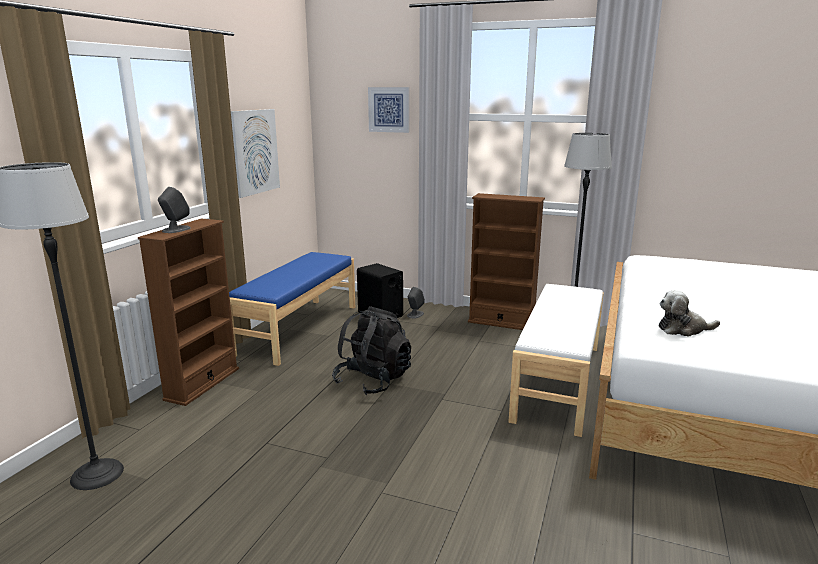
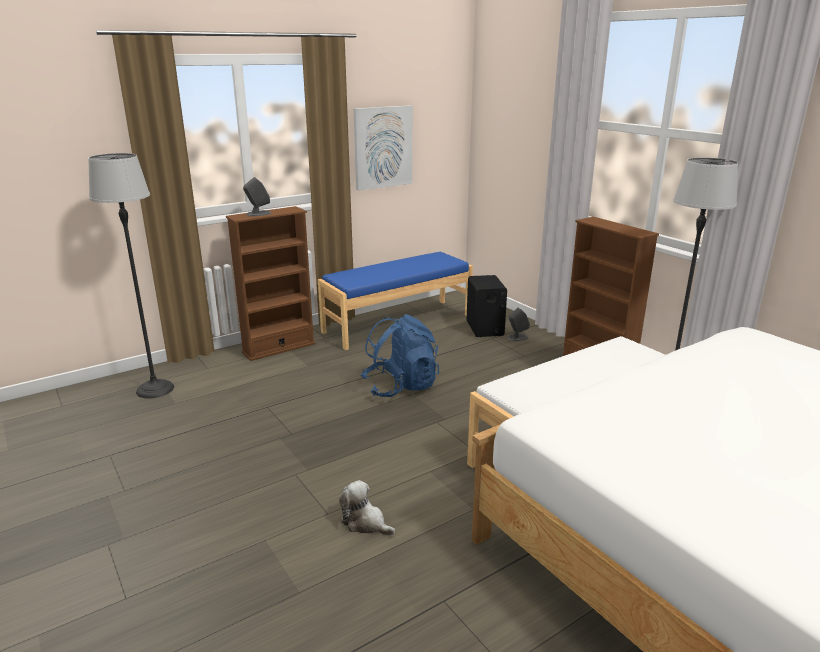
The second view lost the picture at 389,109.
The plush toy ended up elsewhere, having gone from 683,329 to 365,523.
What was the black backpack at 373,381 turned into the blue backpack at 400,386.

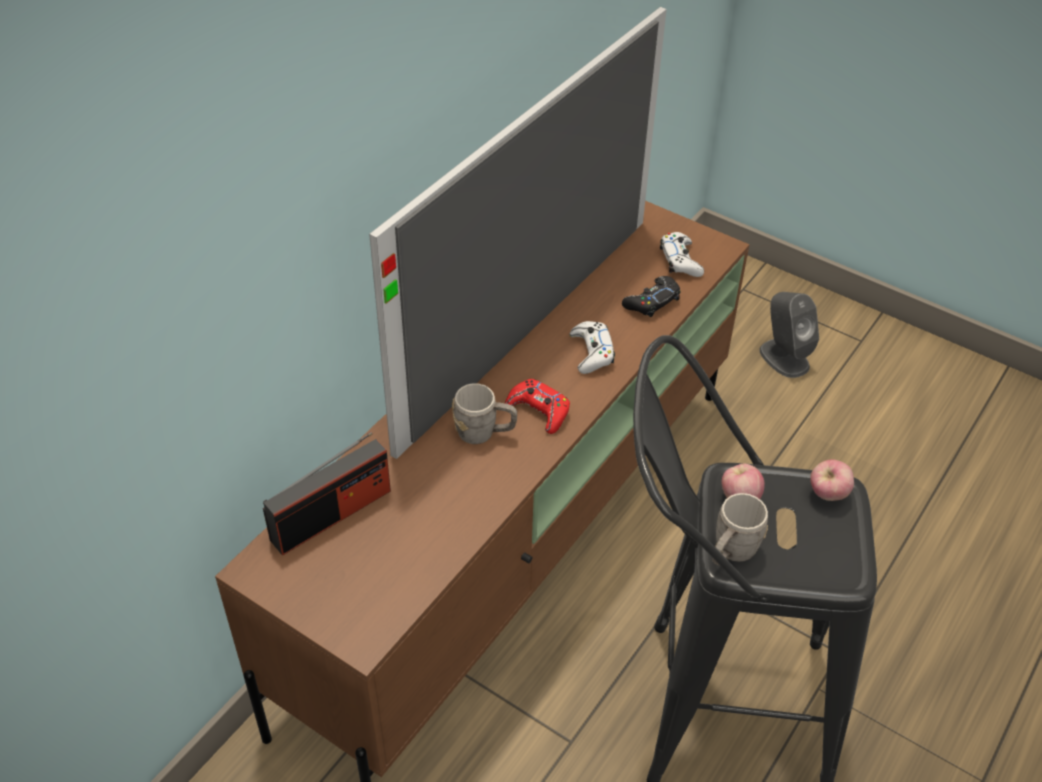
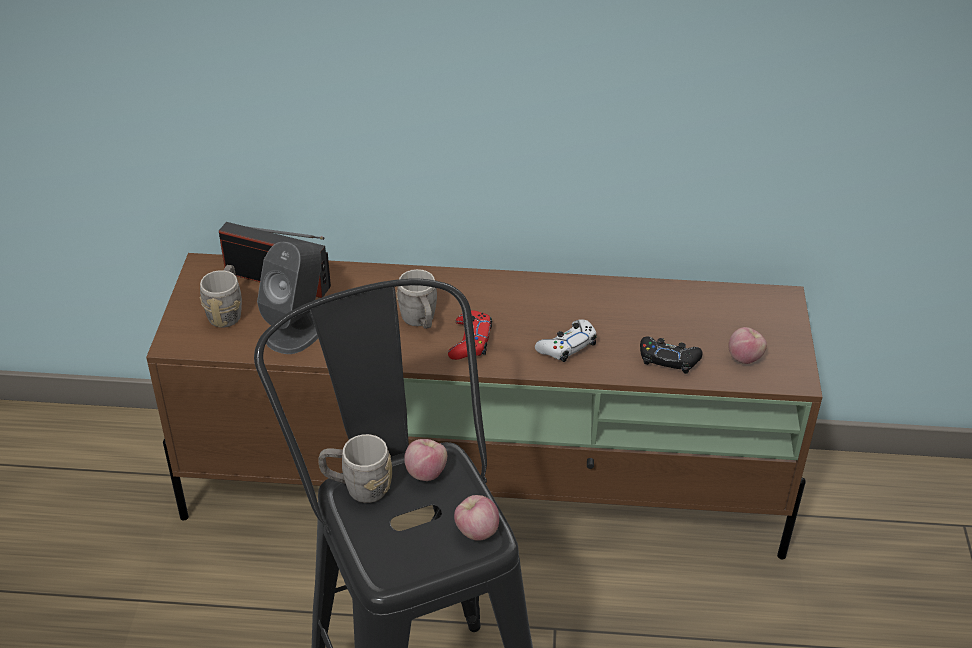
The second view lost the television at 530,328.
The second view gained the grey mug at 227,311.
The grey speaker ended up elsewhere, having gone from 783,357 to 298,329.
Where the white game controller stood at 680,261, the apple came to stand at 744,358.

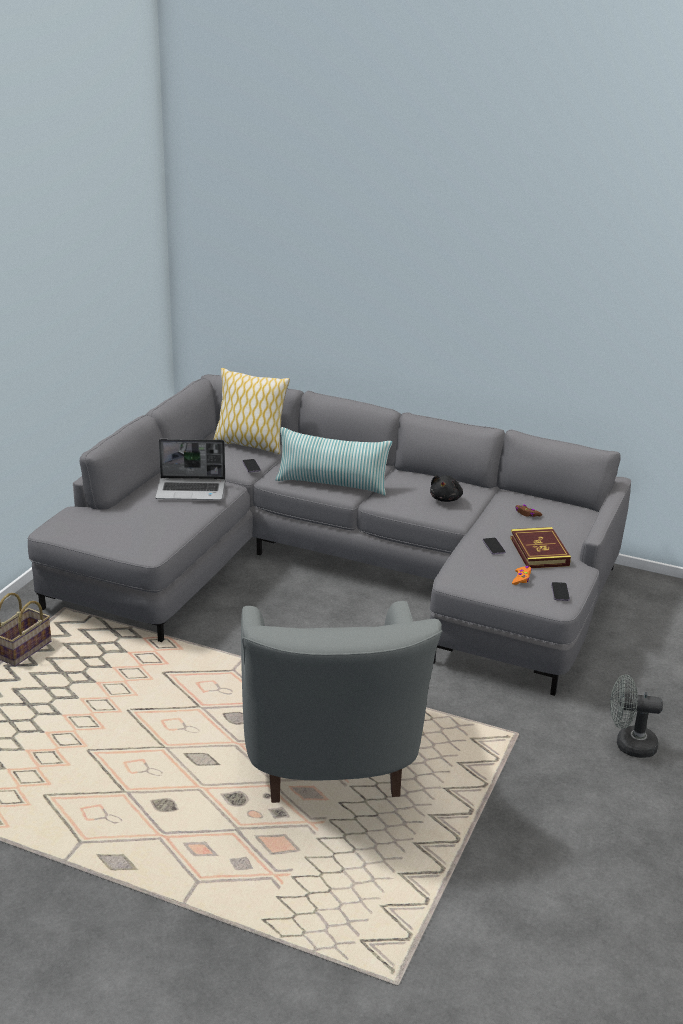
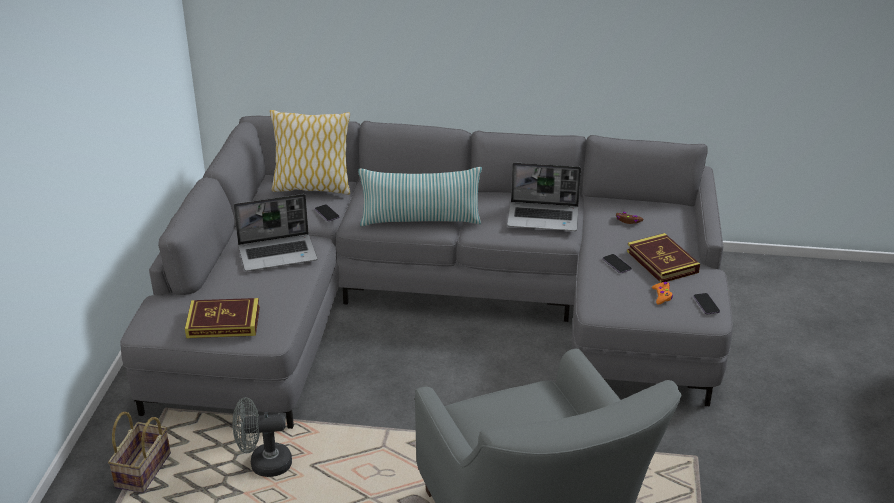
The second view gained the book at 223,322.
The grey fan ended up elsewhere, having gone from 629,745 to 263,464.
Where the black plush toy stood at 446,499, the laptop came to stand at 544,218.

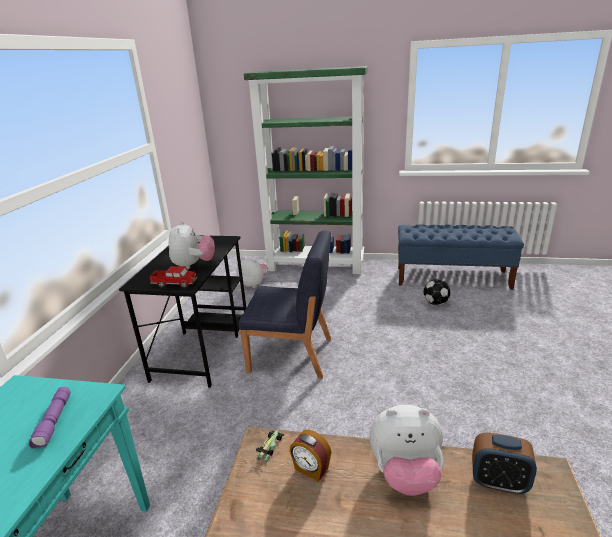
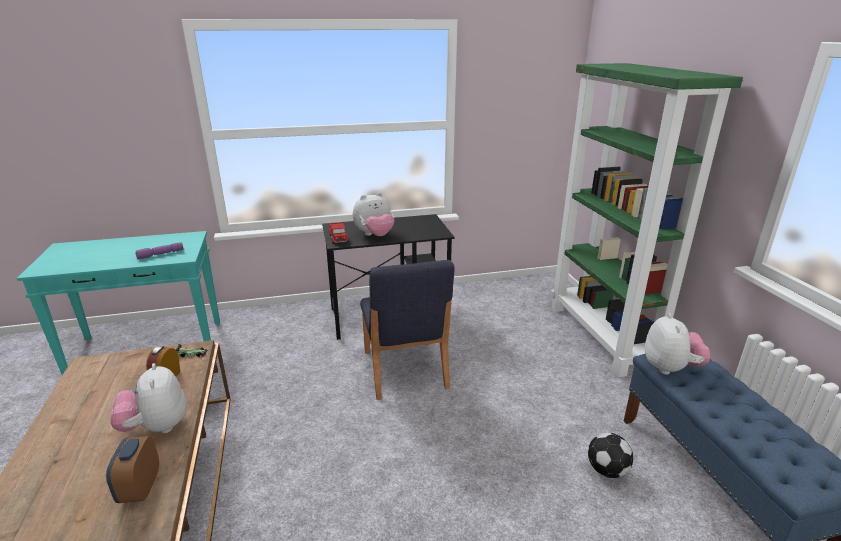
The plush toy ended up elsewhere, having gone from 254,284 to 670,368.

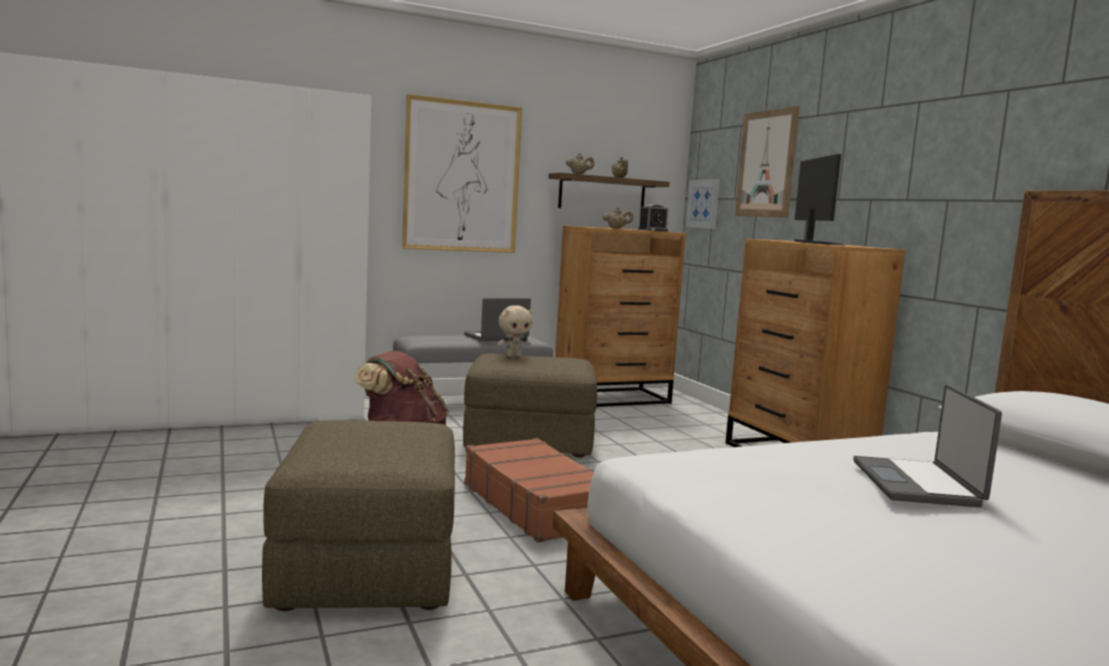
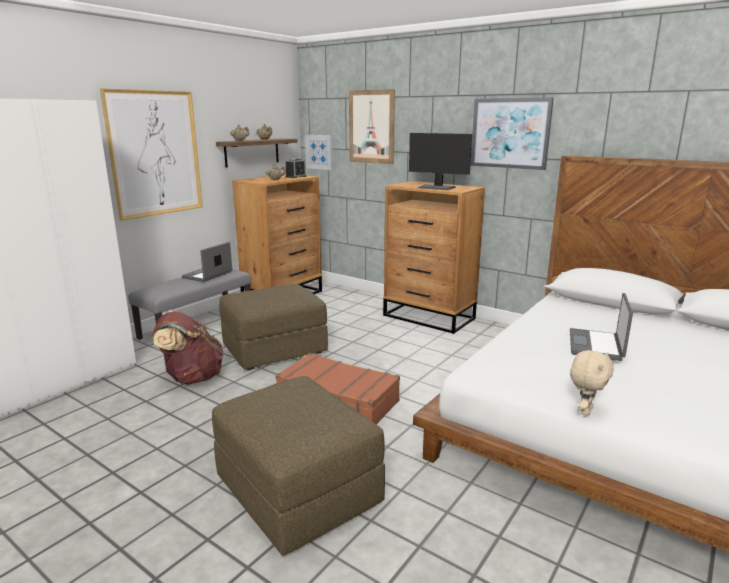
The second view gained the picture at 510,133.
The beige plush toy ended up elsewhere, having gone from 513,356 to 585,410.
The monitor at 817,243 ended up facing another way, 150 degrees clockwise from before.
The laptop at 918,484 ended up facing another way, 45 degrees clockwise from before.

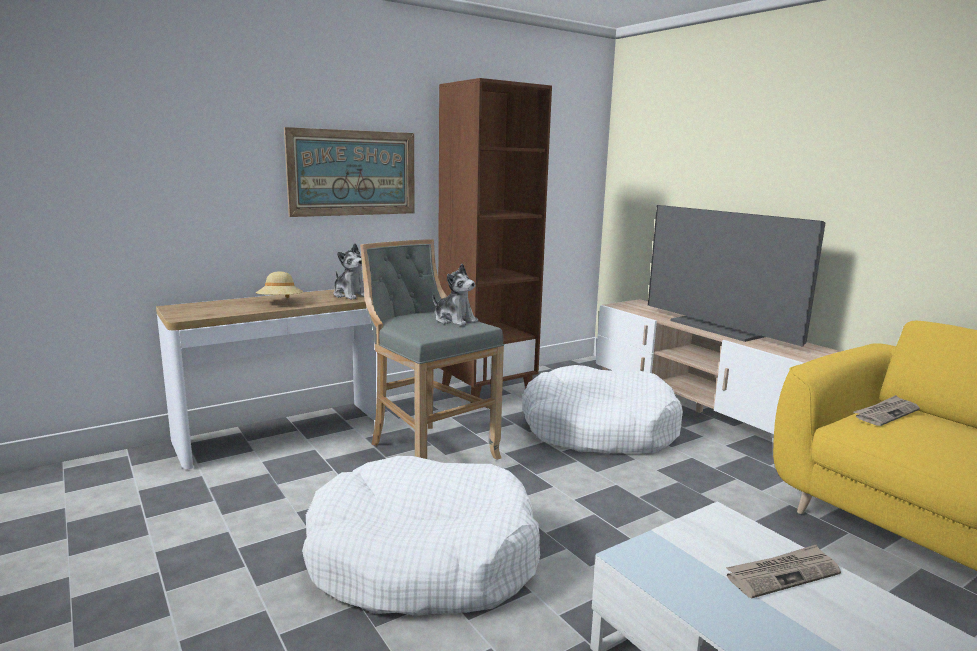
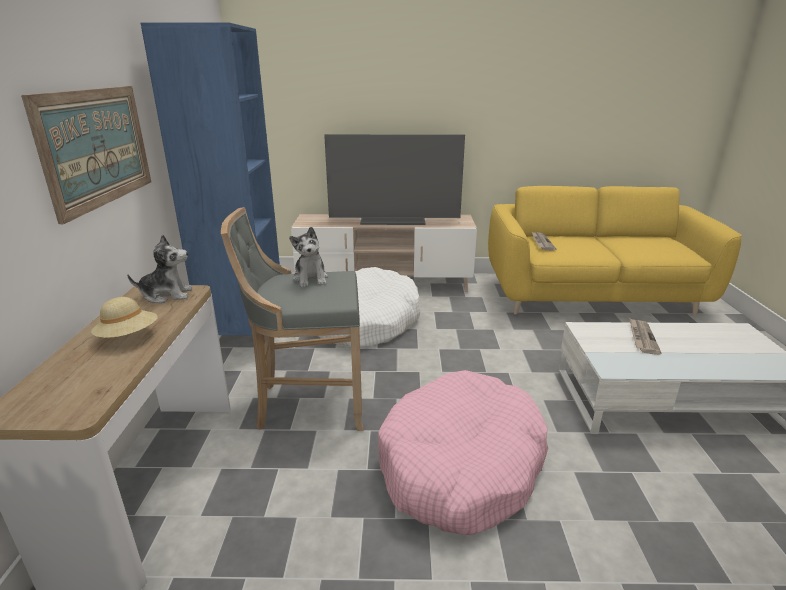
What was the white dog bed at 422,558 turned into the pink dog bed at 461,465.
What was the brown bookcase at 487,392 turned into the blue bookcase at 246,337.
The plush toy at 454,320 ended up facing another way, 90 degrees clockwise from before.

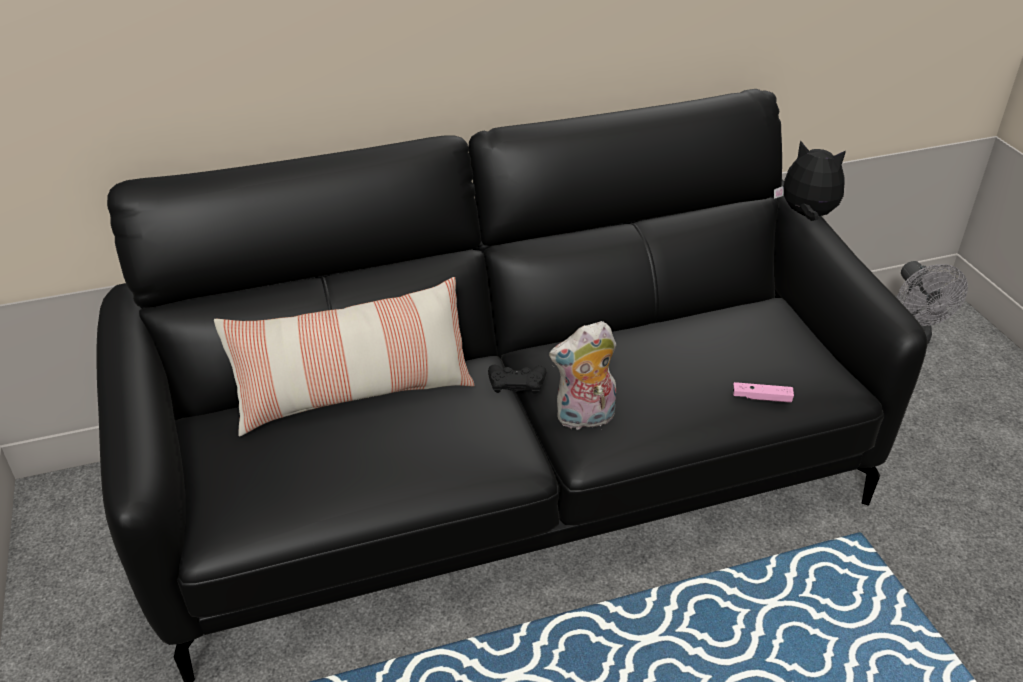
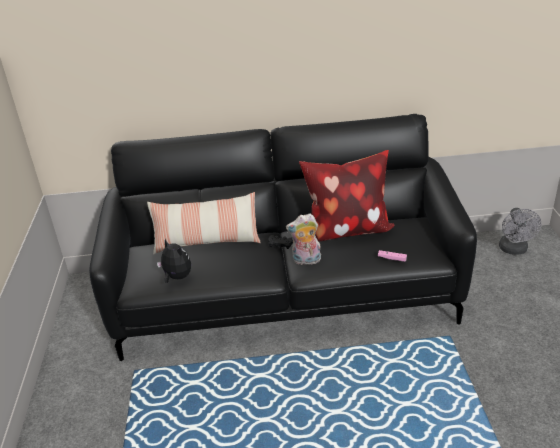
The second view gained the pillow at 346,230.
The plush toy ended up elsewhere, having gone from 806,215 to 176,277.

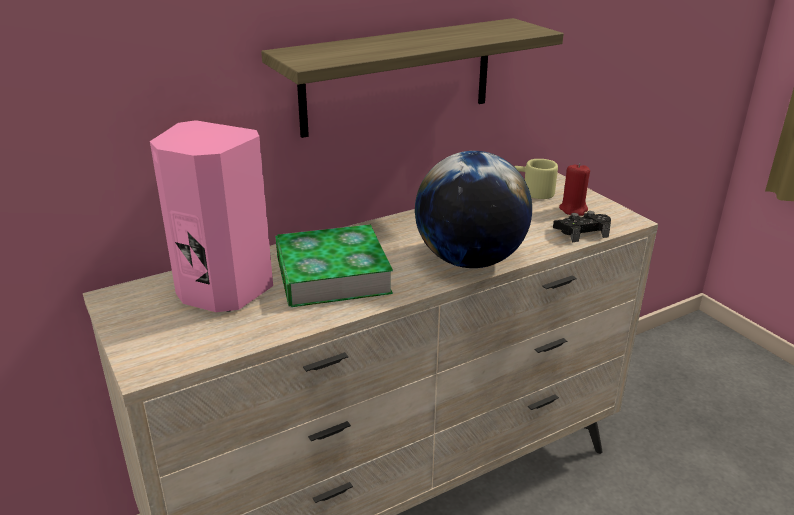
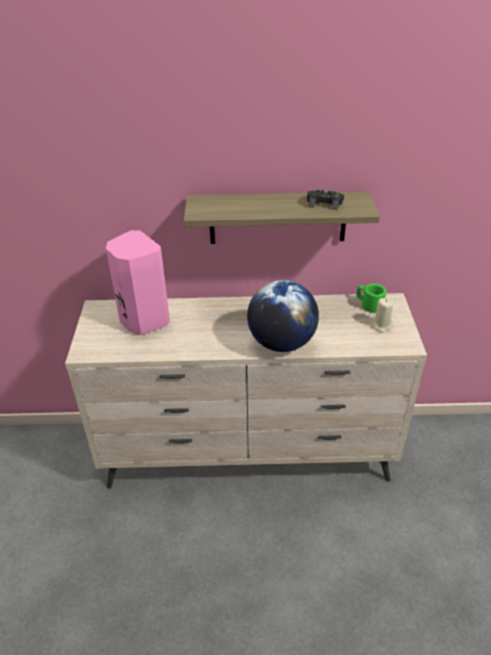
The second view lost the book at 332,274.
The black game controller ended up elsewhere, having gone from 582,232 to 324,203.
What was the beige mug at 532,192 turned into the green mug at 368,304.
What was the red candle at 573,209 turned into the beige candle at 381,326.

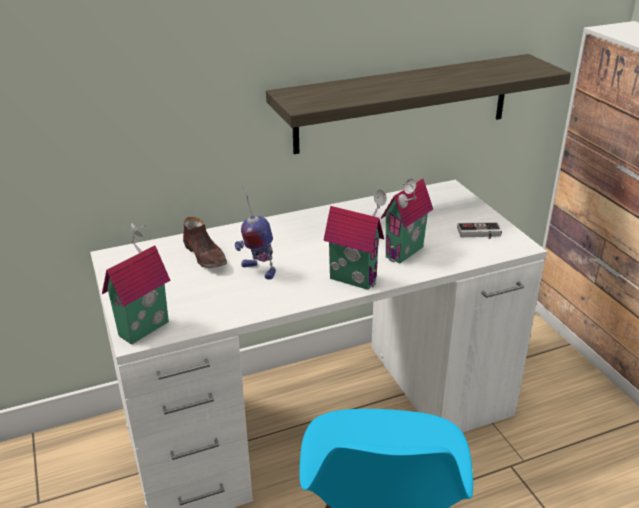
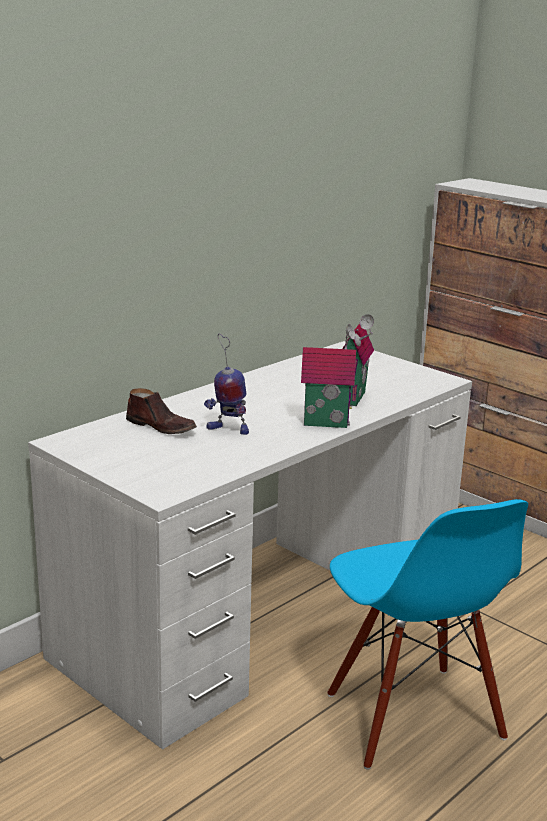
The second view lost the toy house at 142,327.
The second view lost the shelf at 403,103.
The second view lost the game controller at 479,234.

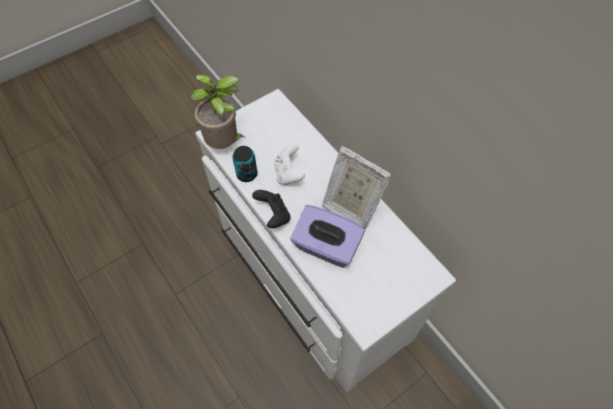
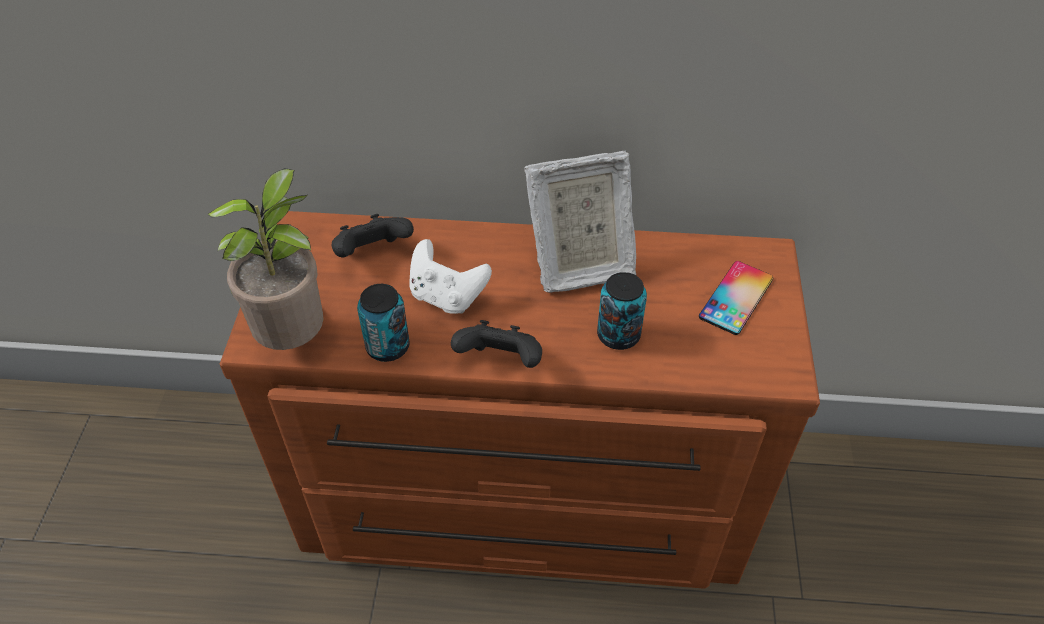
The second view gained the black game controller at 373,254.
The second view gained the phone at 736,298.
Where the purple tissue box stood at 326,247, the can came to stand at 618,335.
What was the white dresser at 308,280 turned into the brown dresser at 522,504.

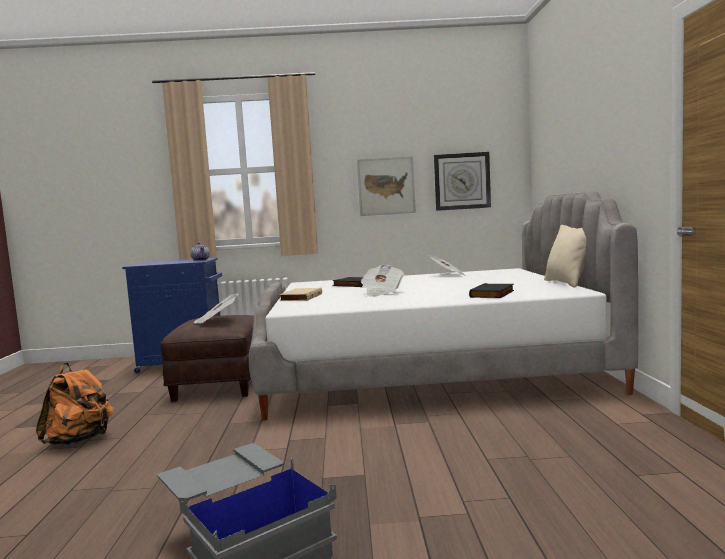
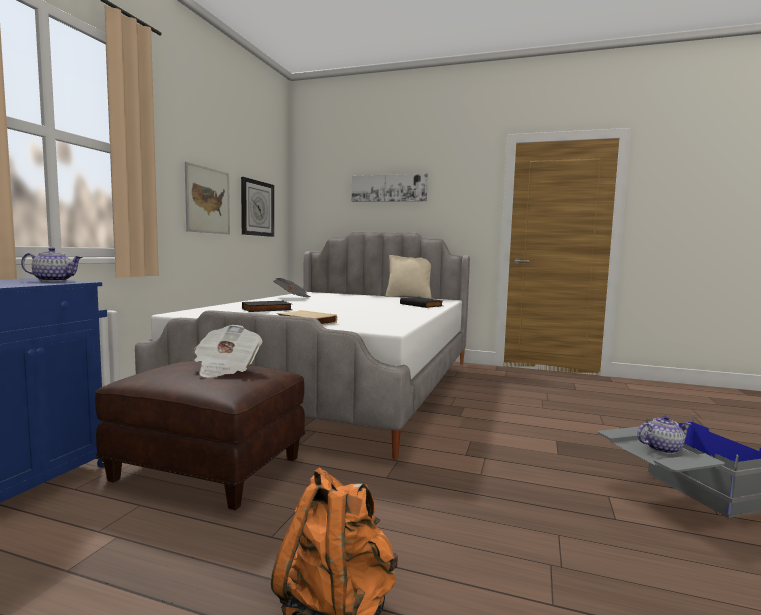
The second view lost the newspaper at 381,293.
The second view gained the picture at 389,188.
The second view gained the teapot at 662,448.

